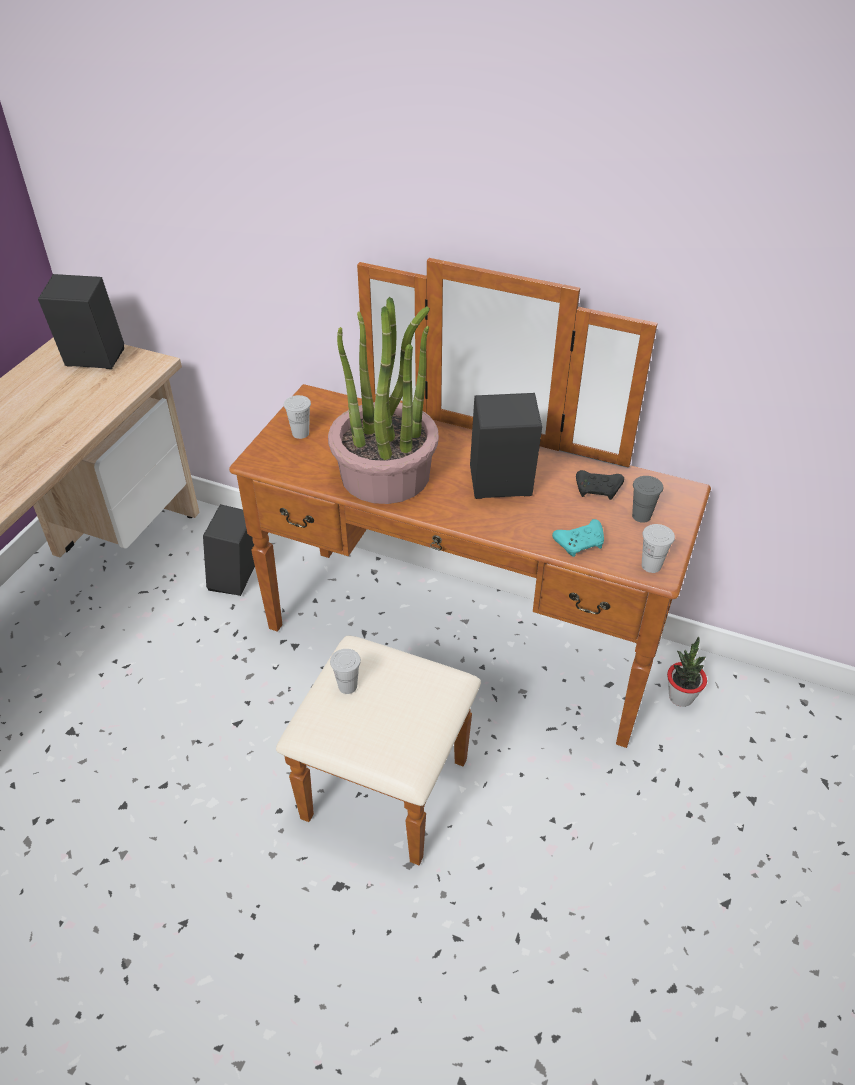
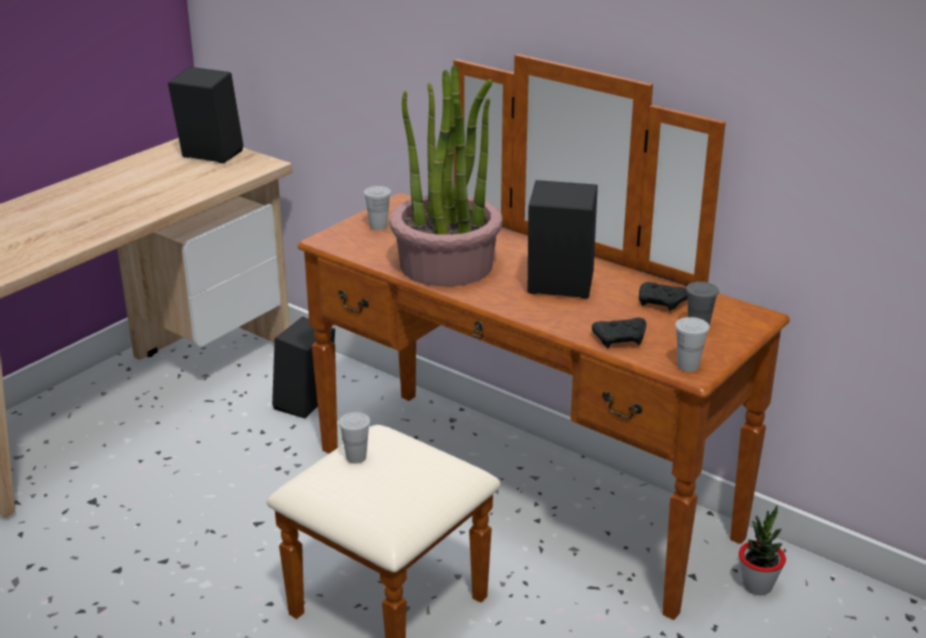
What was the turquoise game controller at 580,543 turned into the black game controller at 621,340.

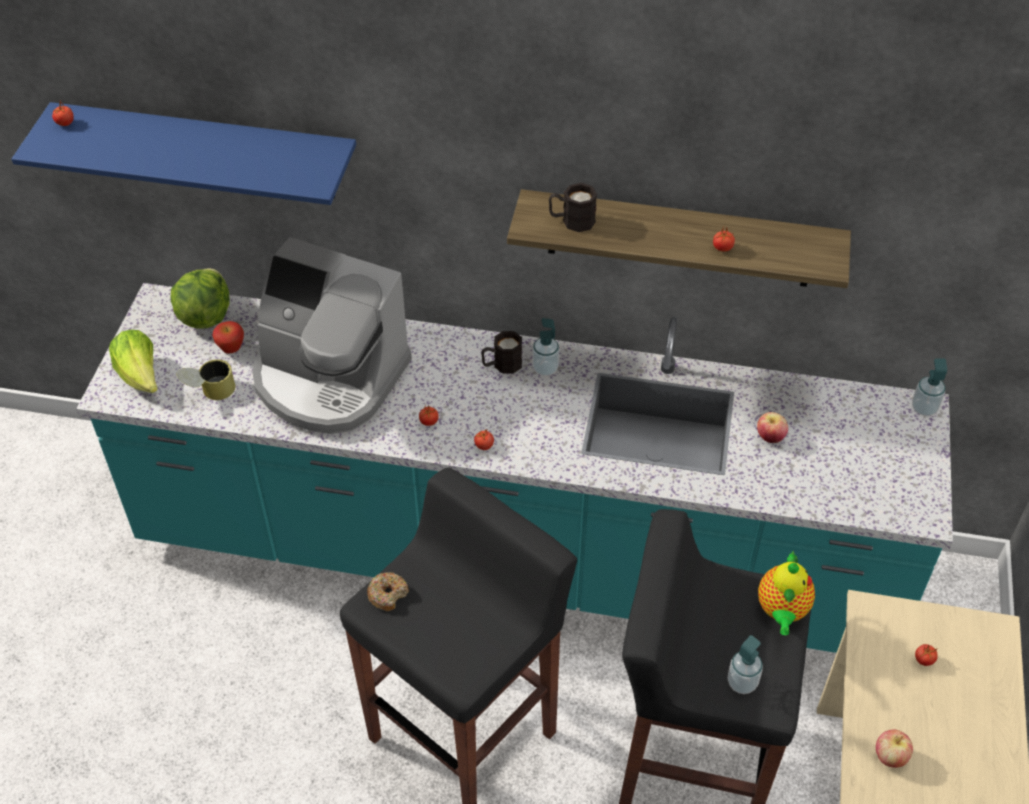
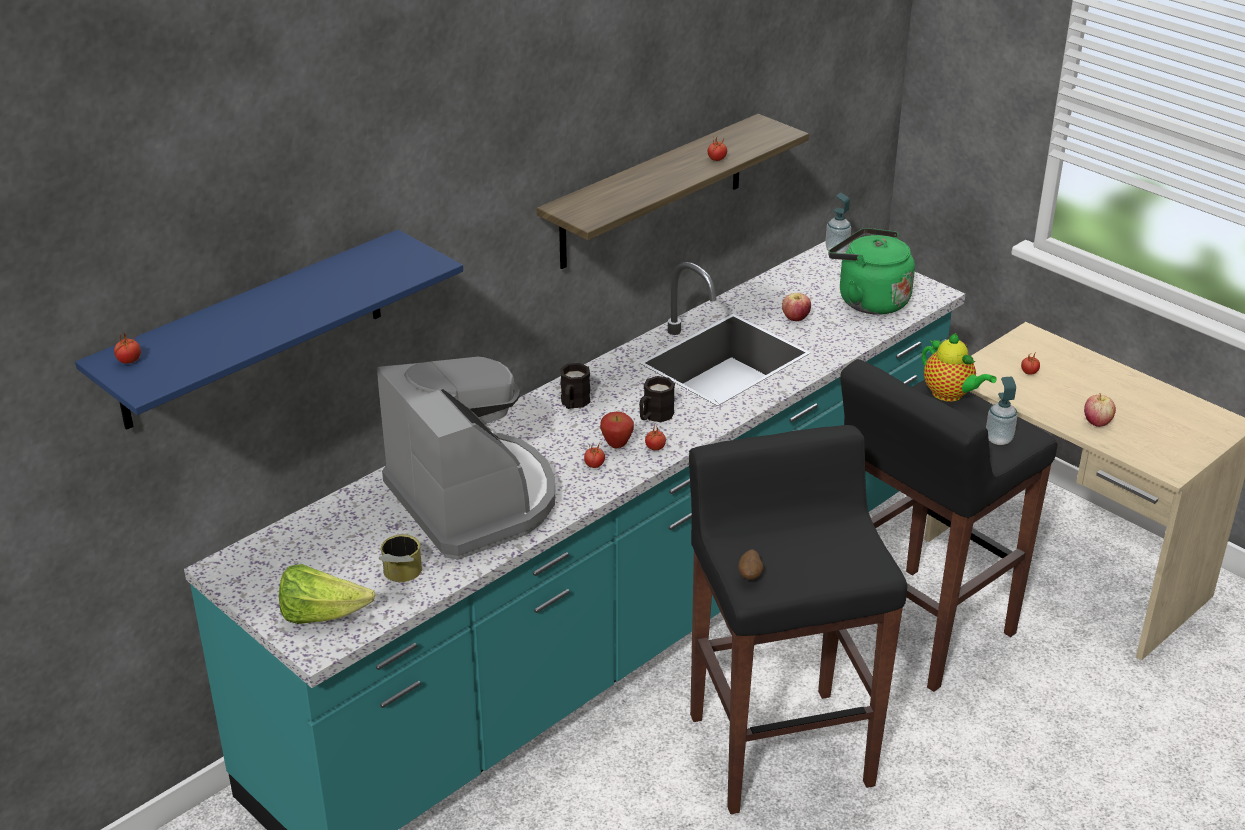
The second view lost the lettuce at 205,316.
The second view lost the soap dispenser at 545,368.
The second view gained the green kettle at 868,300.
The apple ended up elsewhere, having gone from 231,349 to 617,445.
The black mug ended up elsewhere, having gone from 571,221 to 654,416.
Where the donut stood at 388,594, the potato came to stand at 750,575.
The coffee machine at 329,379 ended up facing another way, 90 degrees counterclockwise from before.

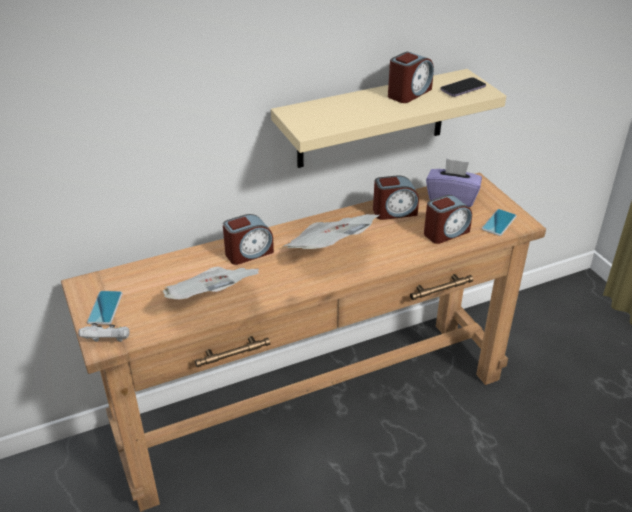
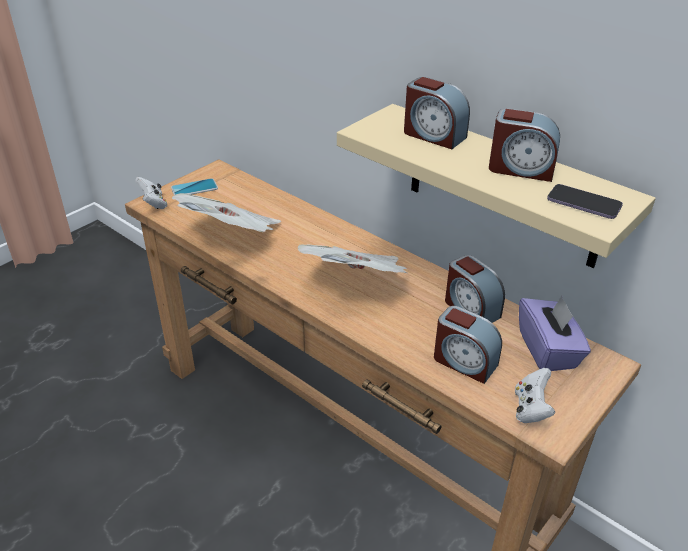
The alarm clock ended up elsewhere, having gone from 248,253 to 433,135.
Where the phone stood at 499,223, the white game controller came to stand at 530,408.

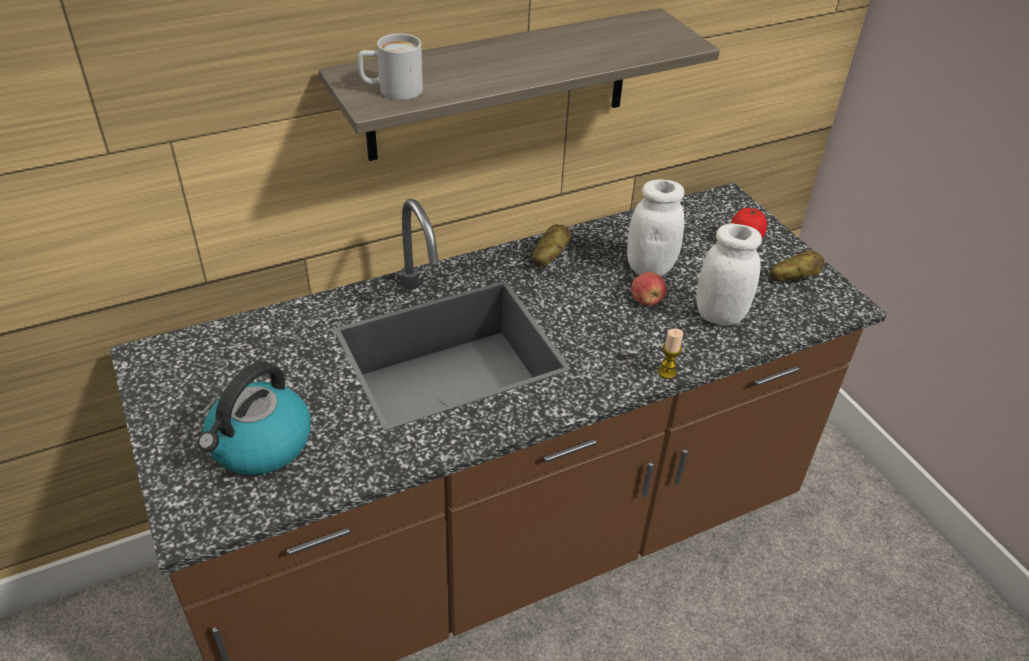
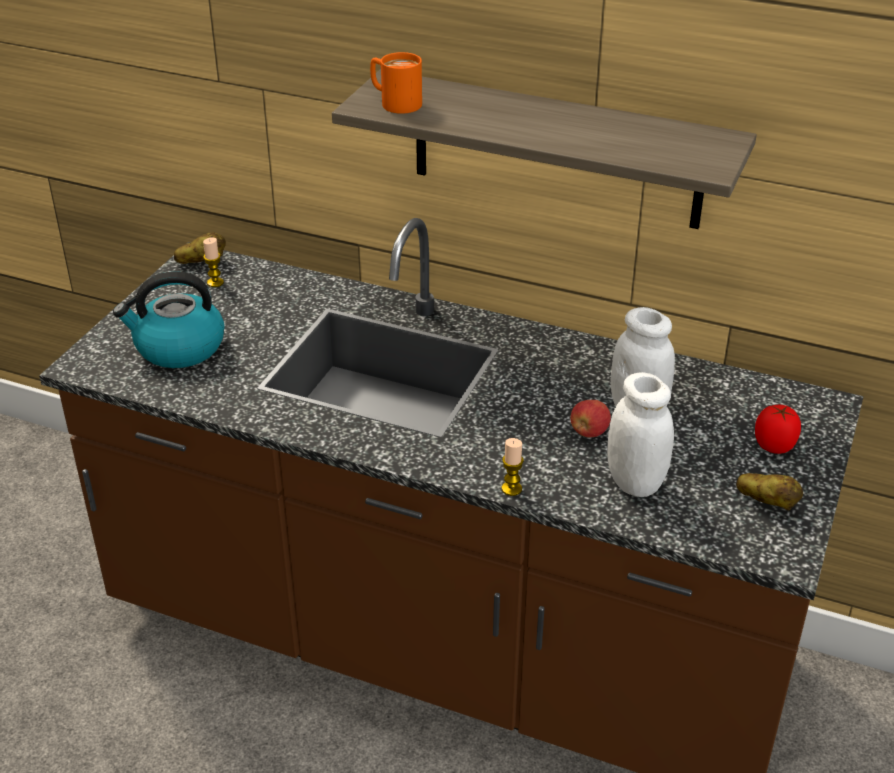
The second view gained the candle at 215,282.
The potato ended up elsewhere, having gone from 549,257 to 201,261.
What was the white mug at 391,90 turned into the orange mug at 394,102.

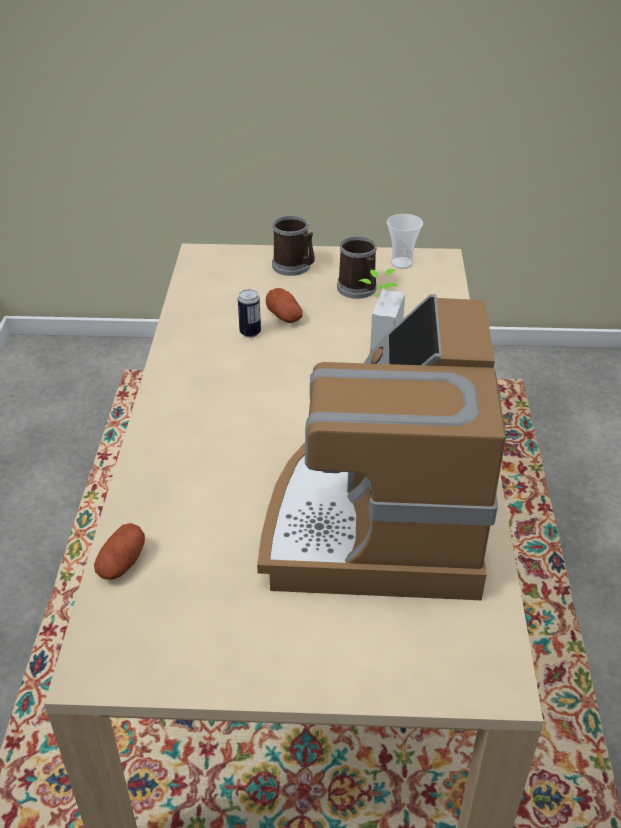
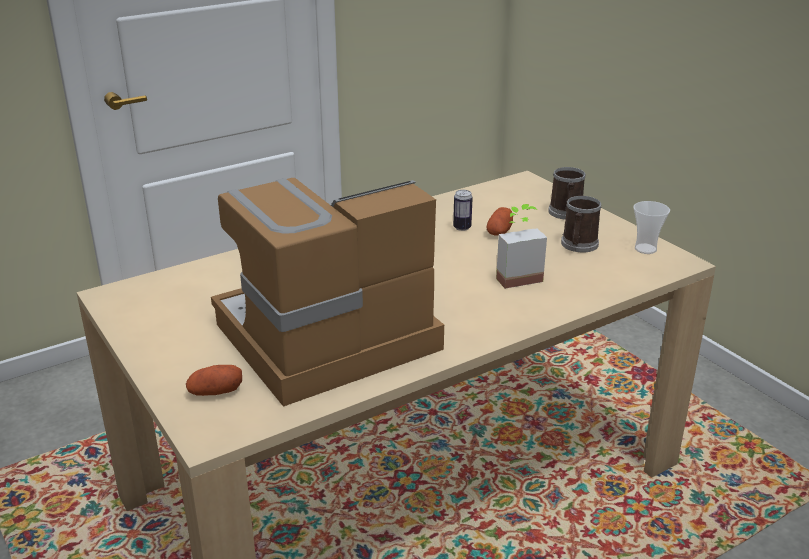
The potato ended up elsewhere, having gone from 122,563 to 215,392.

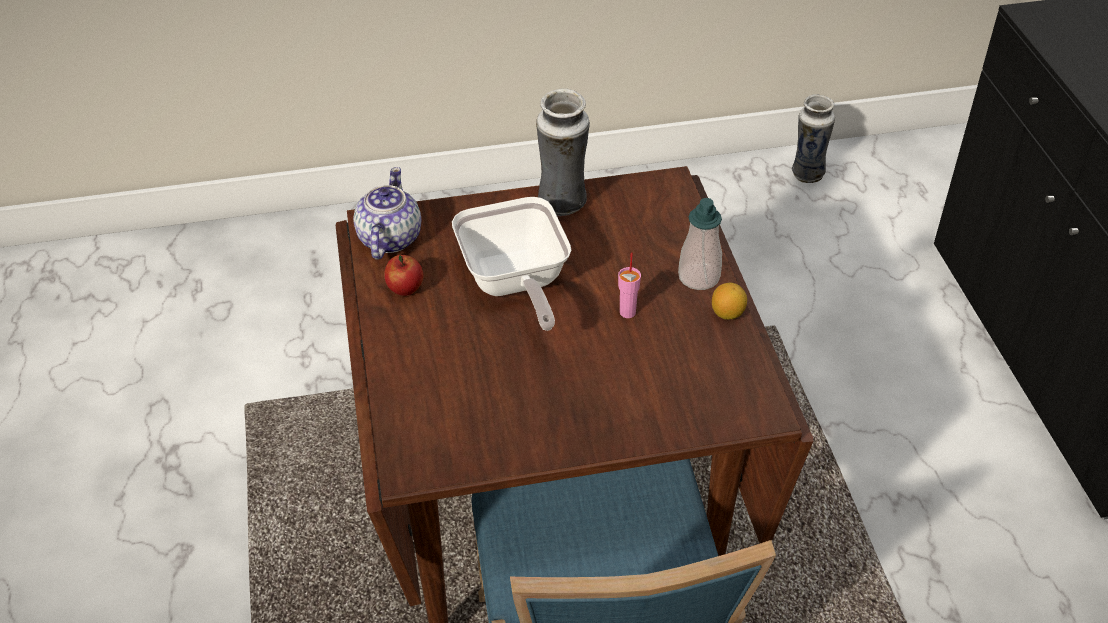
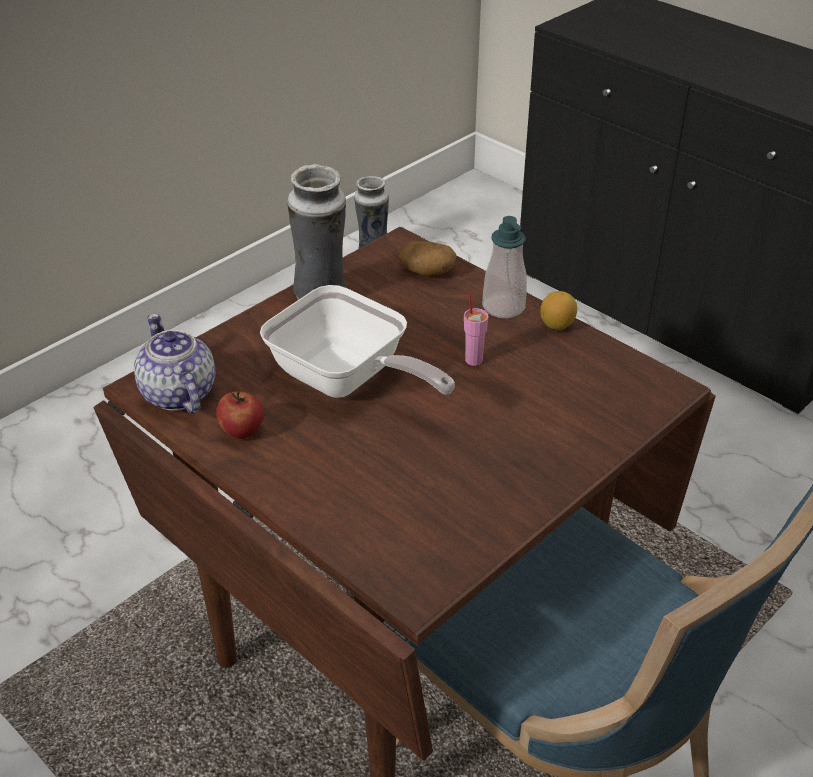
The second view gained the potato at 426,271.

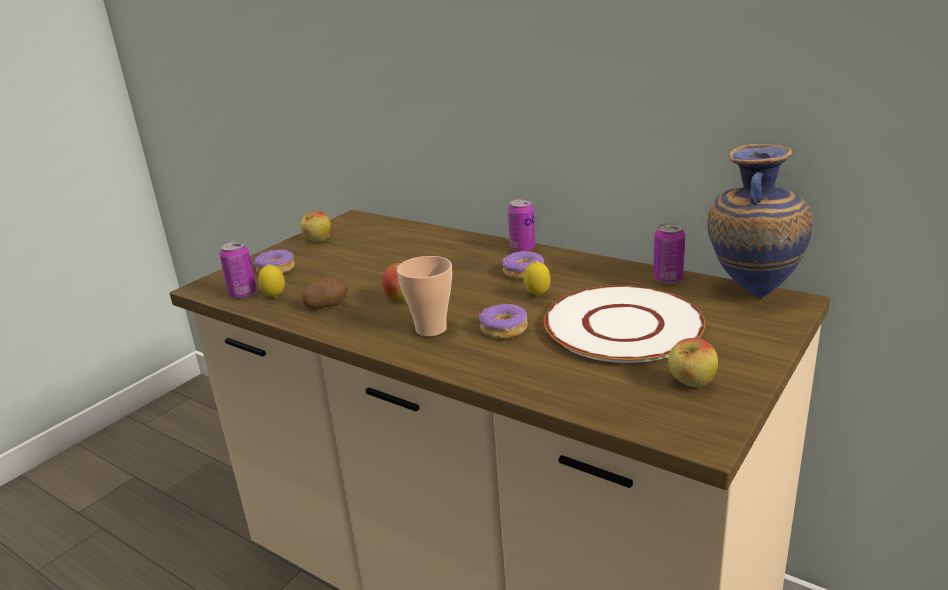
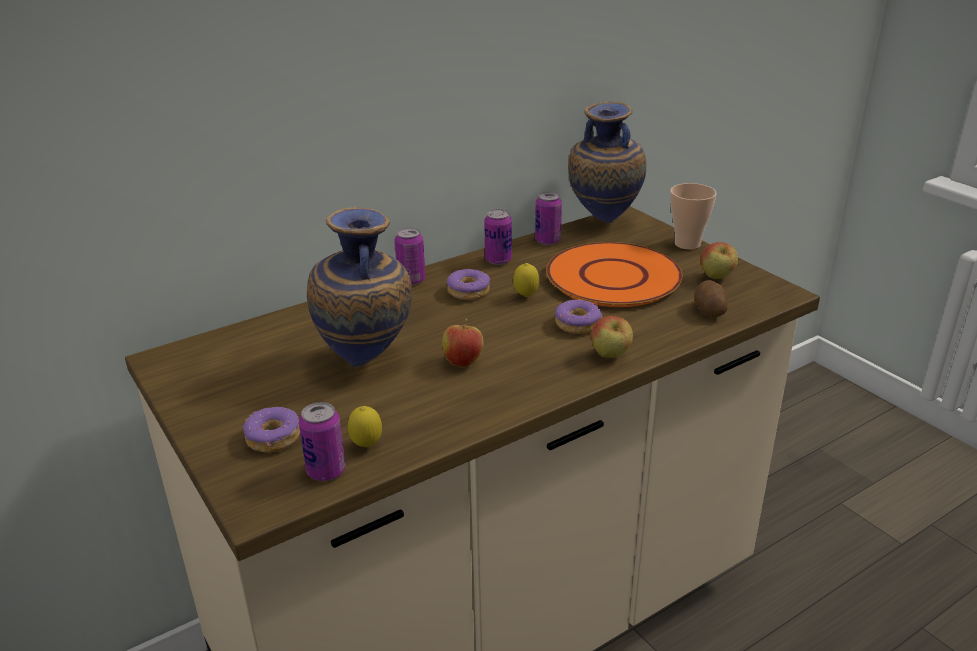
The second view gained the vase at 367,363.
The second view gained the can at 498,260.
The apple ended up elsewhere, having gone from 318,241 to 610,356.
The potato ended up elsewhere, having gone from 326,305 to 709,310.
The cup ended up elsewhere, having gone from 431,329 to 687,244.
What was the white plate at 624,326 turned into the orange plate at 613,276.

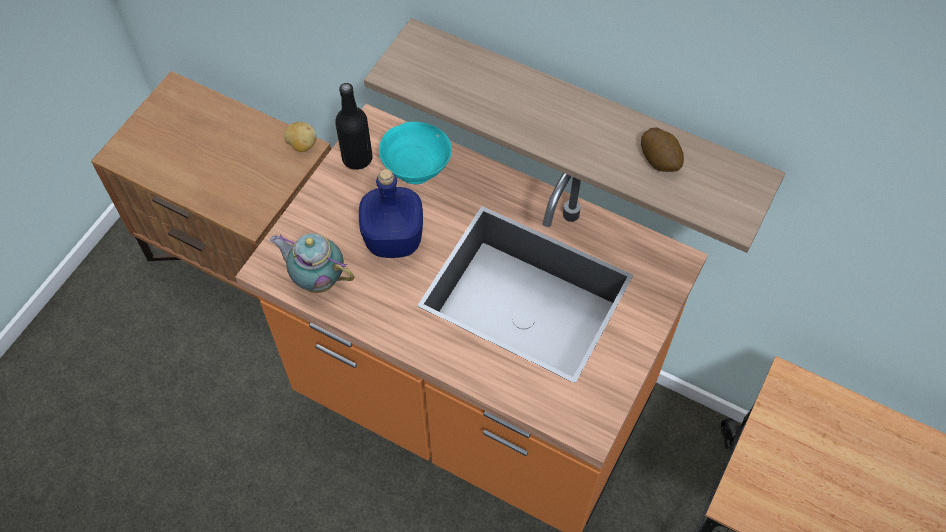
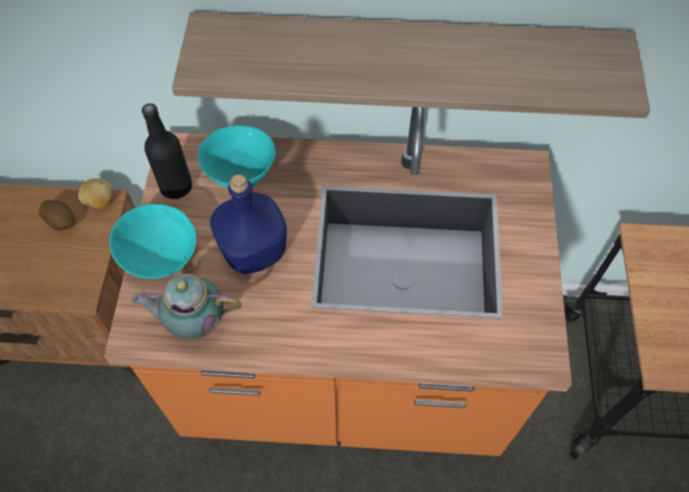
The second view gained the turquoise bowl at 161,259.
The potato ended up elsewhere, having gone from 660,159 to 61,221.

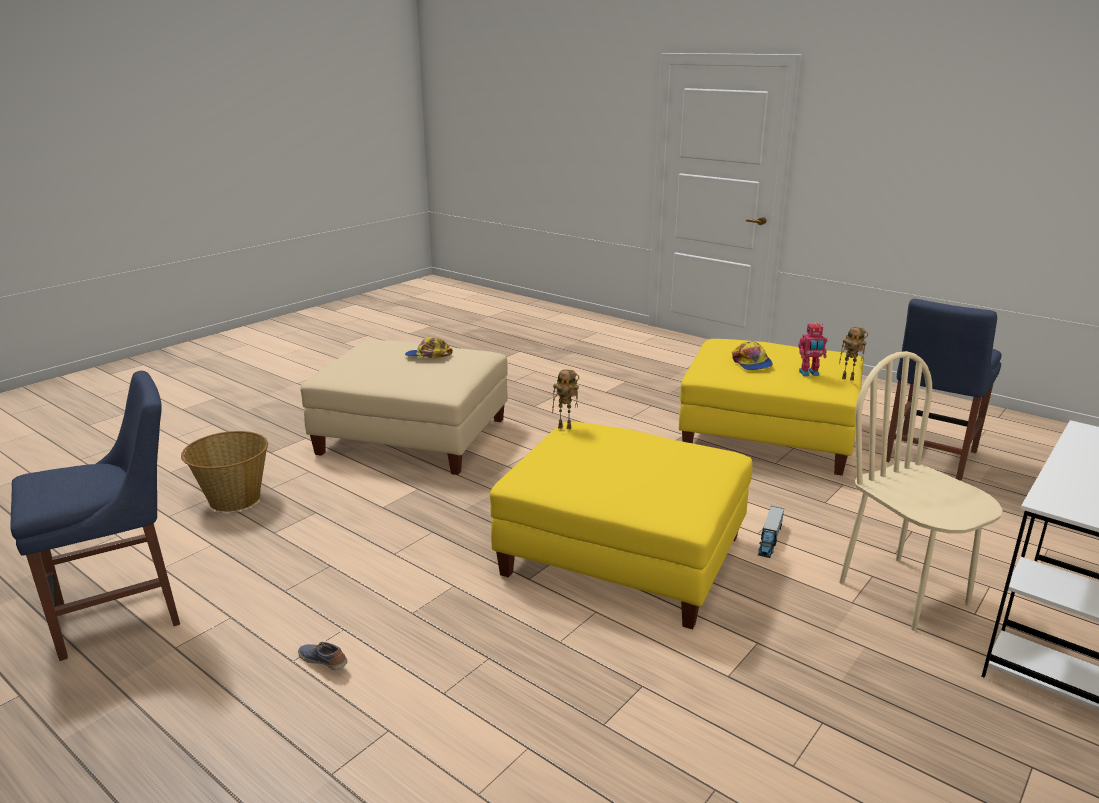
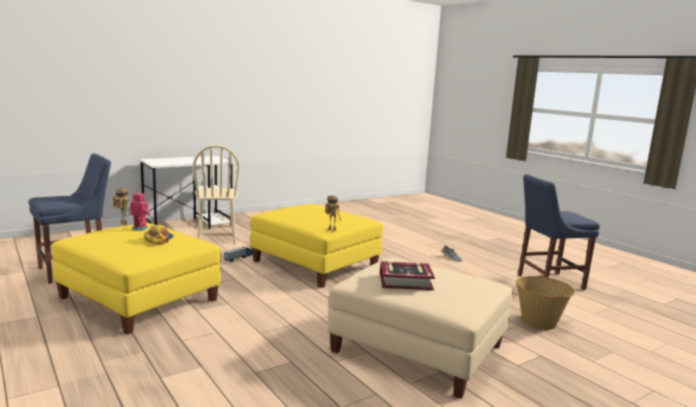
Where the cap stood at 428,356, the book came to stand at 405,281.

